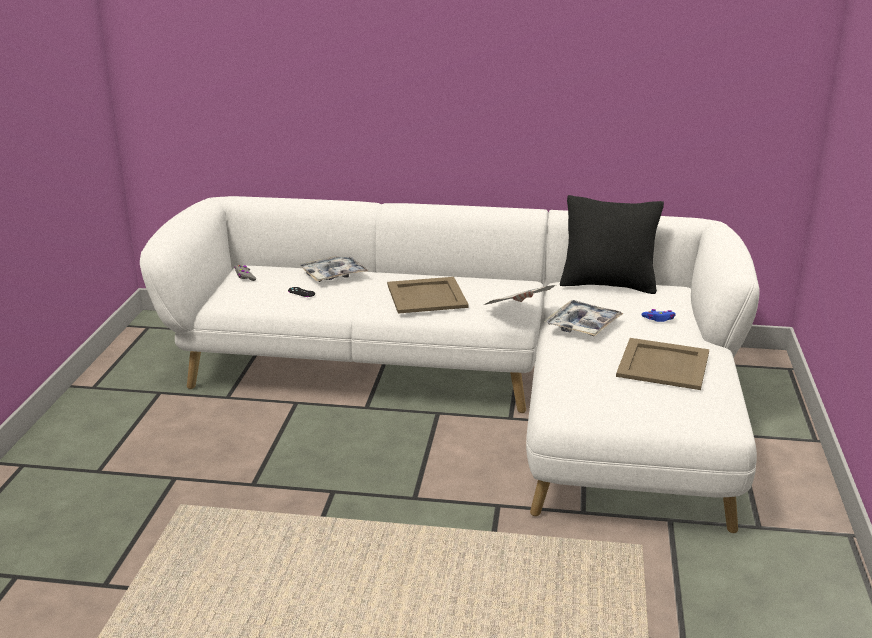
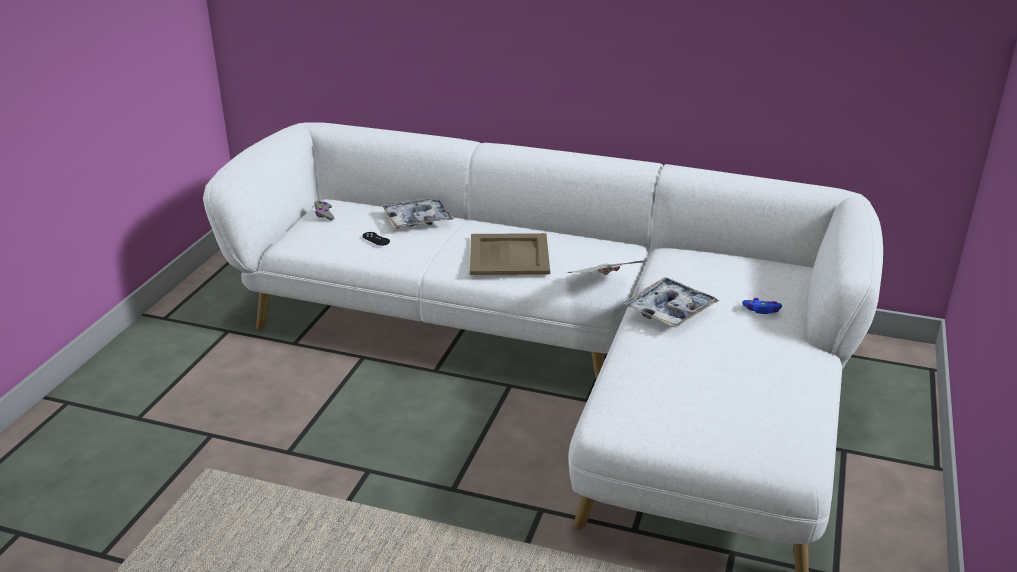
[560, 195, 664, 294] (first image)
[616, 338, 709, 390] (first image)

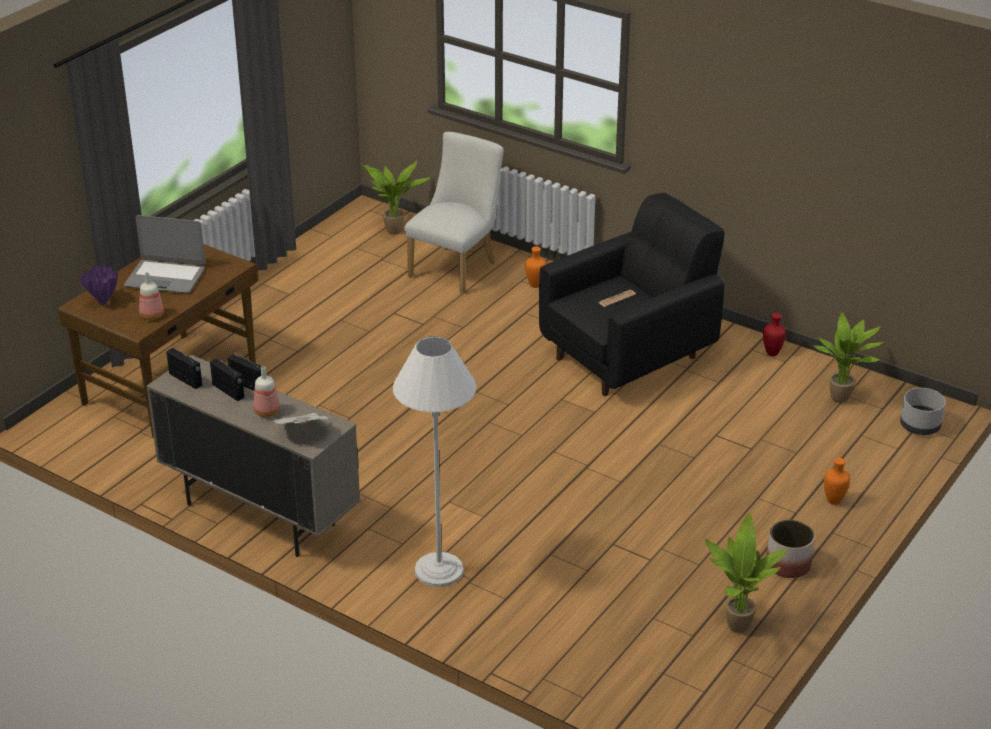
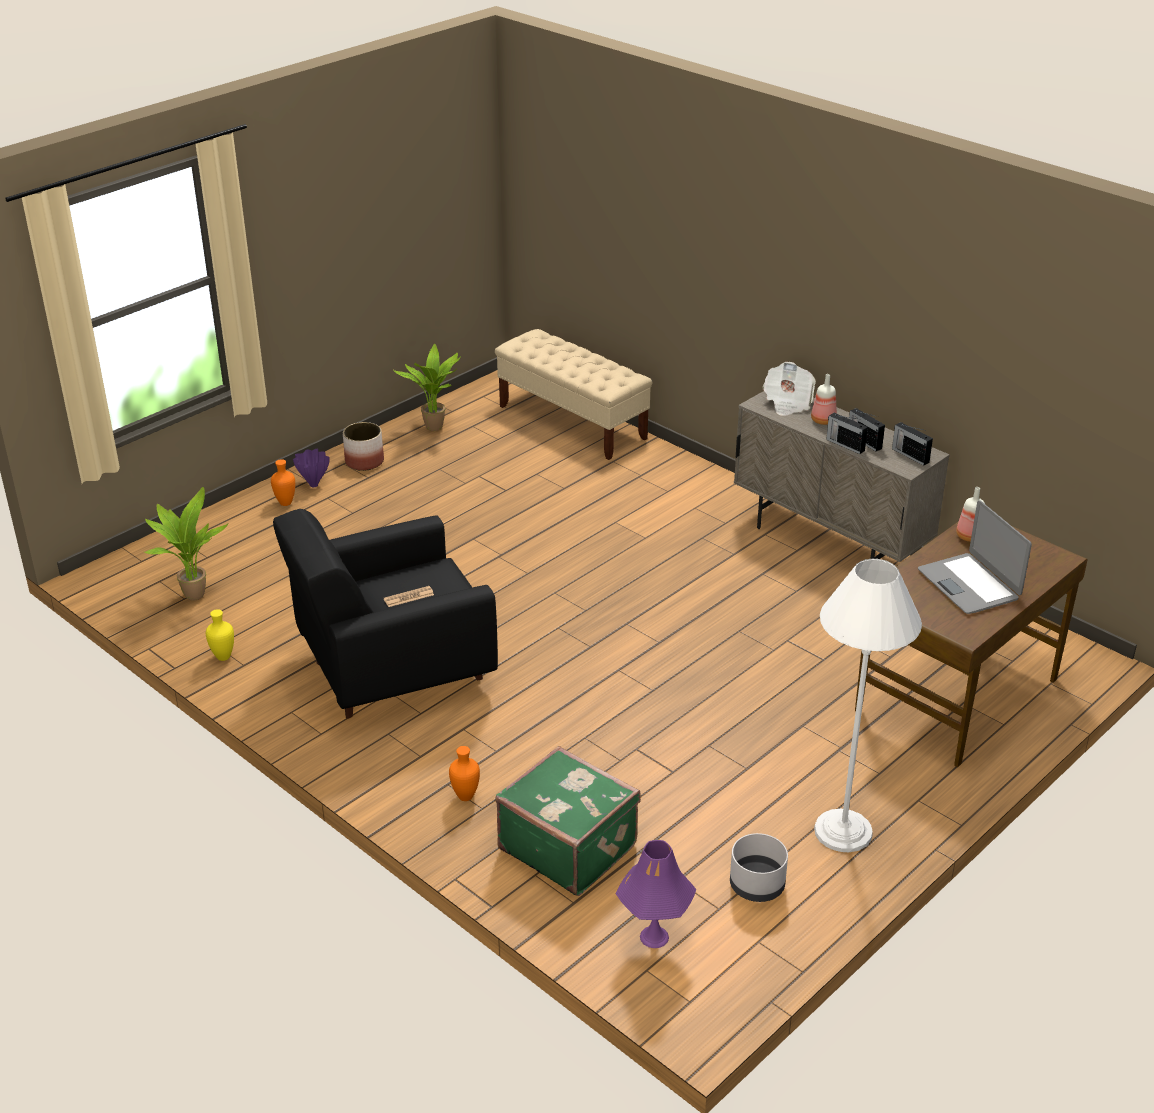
[495, 746, 641, 896]
[616, 840, 696, 948]
[918, 501, 1032, 614]
[293, 449, 330, 487]
[206, 609, 234, 661]
[814, 559, 922, 852]
[730, 833, 788, 902]
[495, 329, 653, 460]

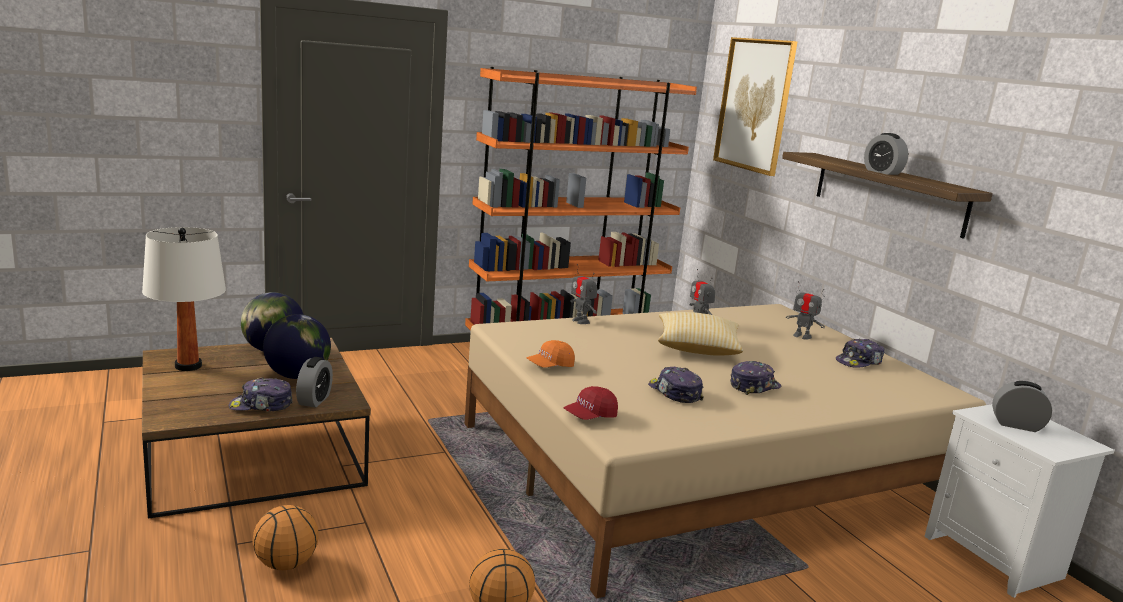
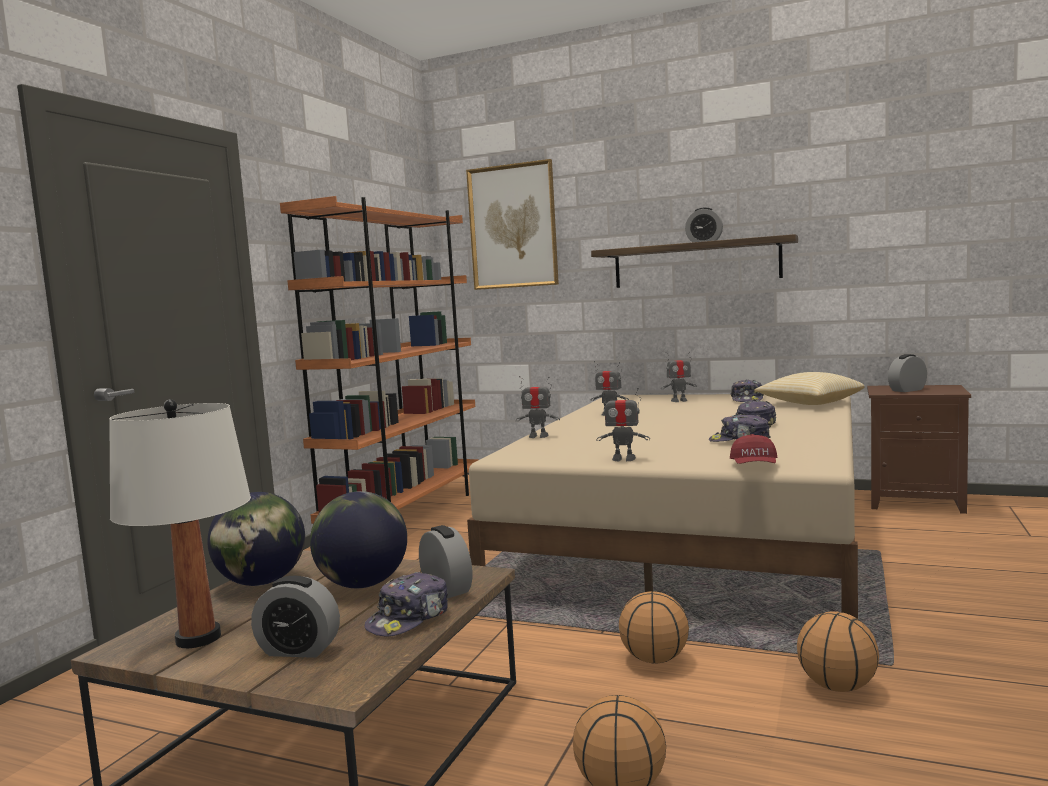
[754, 372, 864, 405]
[596, 387, 650, 461]
[867, 385, 971, 514]
[251, 576, 340, 658]
[619, 591, 689, 664]

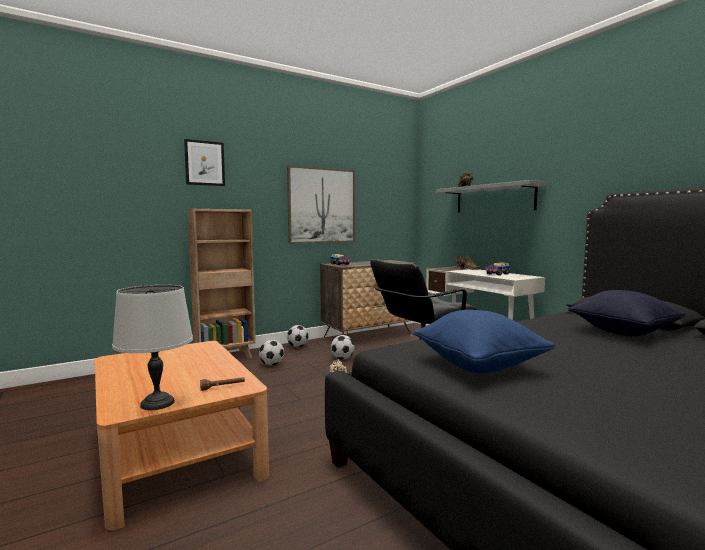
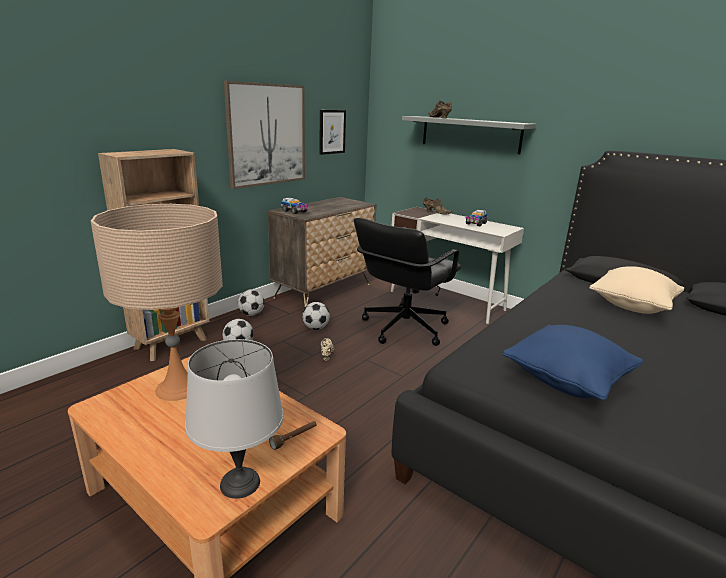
[319, 110, 346, 155]
[589, 266, 684, 314]
[91, 204, 223, 401]

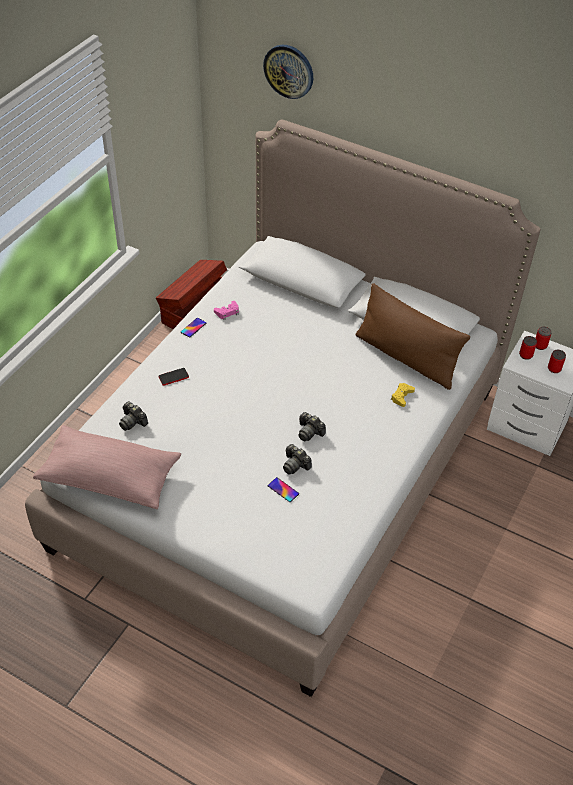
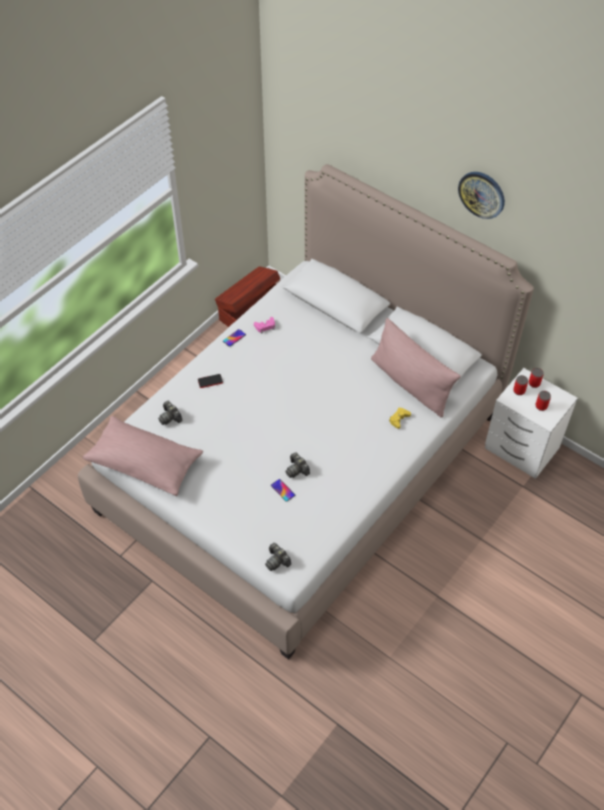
[458, 172, 505, 219]
[371, 318, 461, 417]
[265, 543, 291, 571]

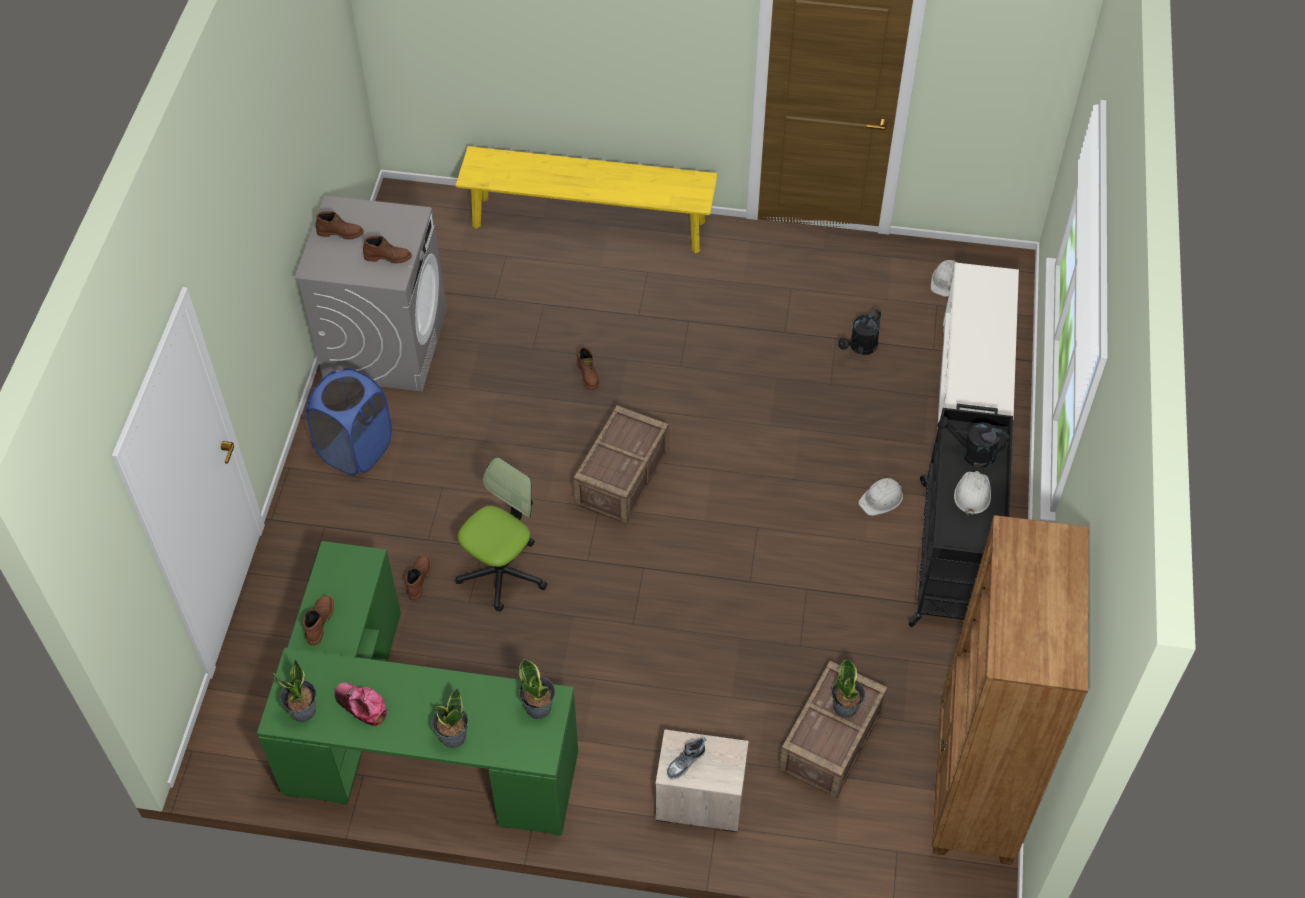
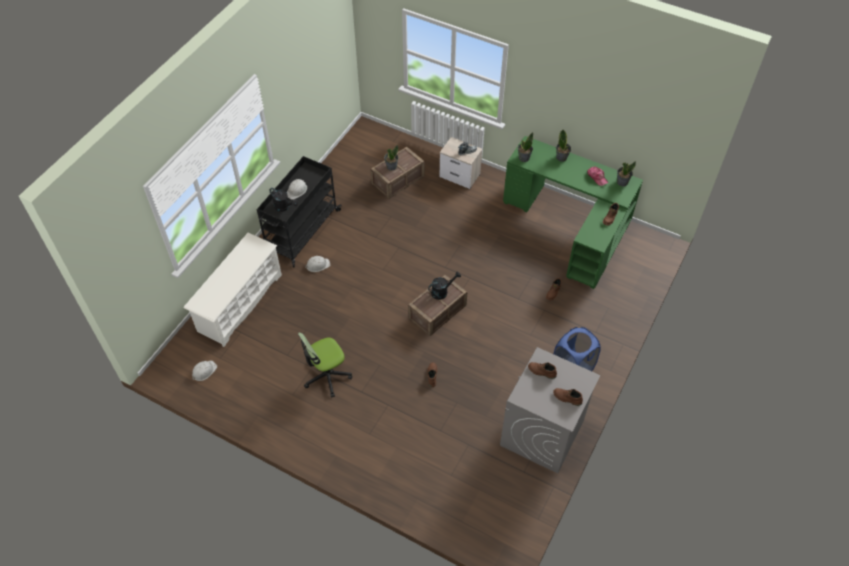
[456, 146, 718, 253] (first image)
[428, 271, 461, 300]
[298, 333, 352, 398]
[932, 515, 1089, 865] (first image)

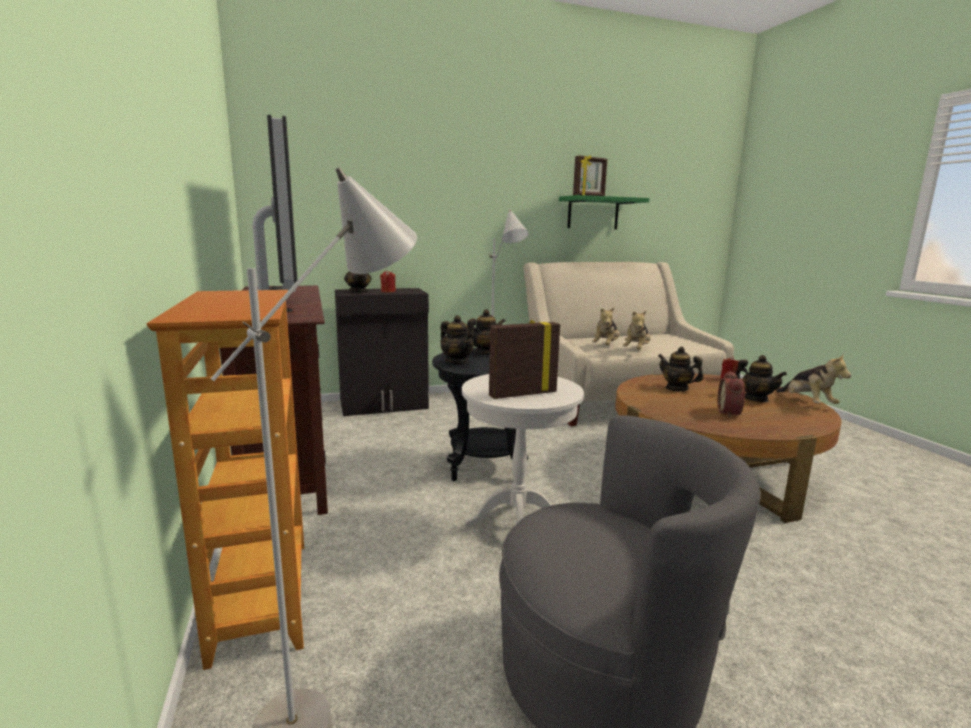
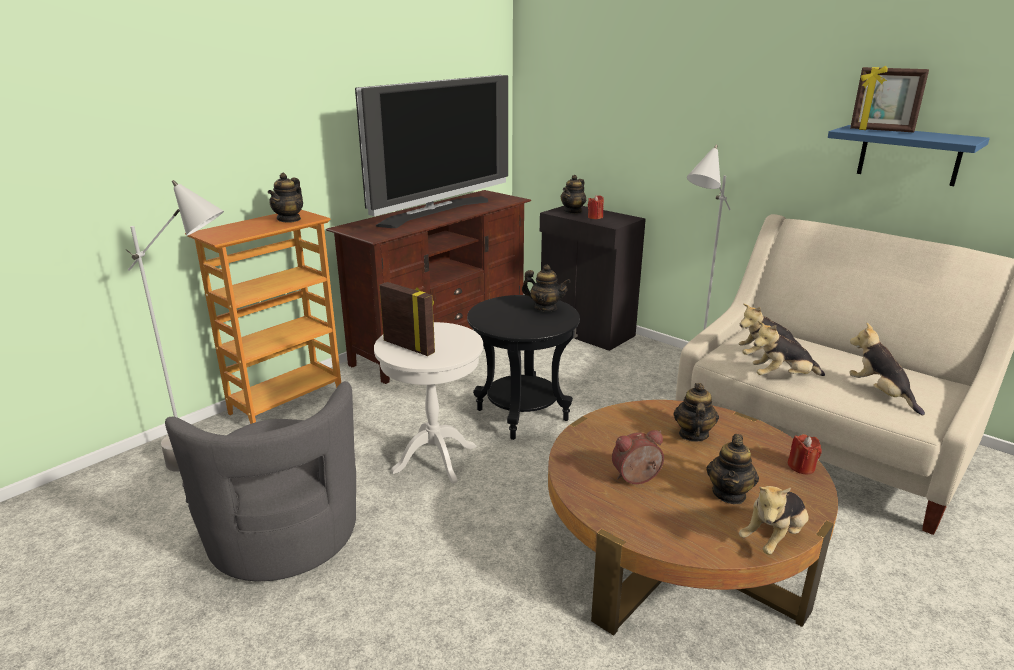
[828, 125, 990, 186]
[268, 173, 303, 222]
[849, 323, 925, 415]

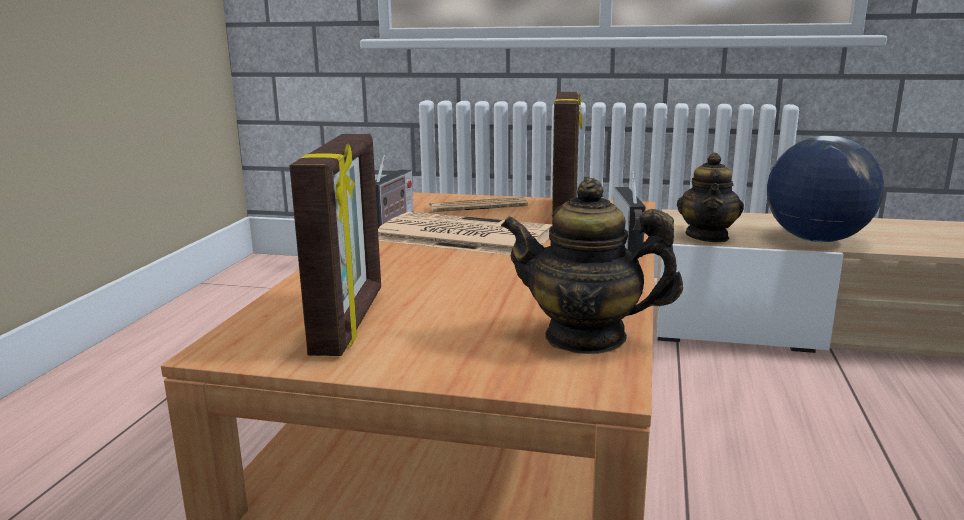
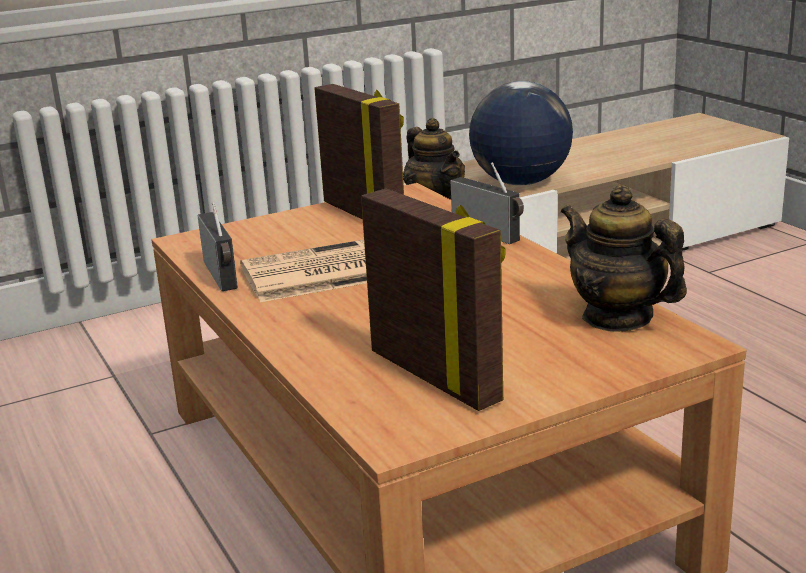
[561, 184, 687, 332]
[429, 197, 528, 212] (first image)

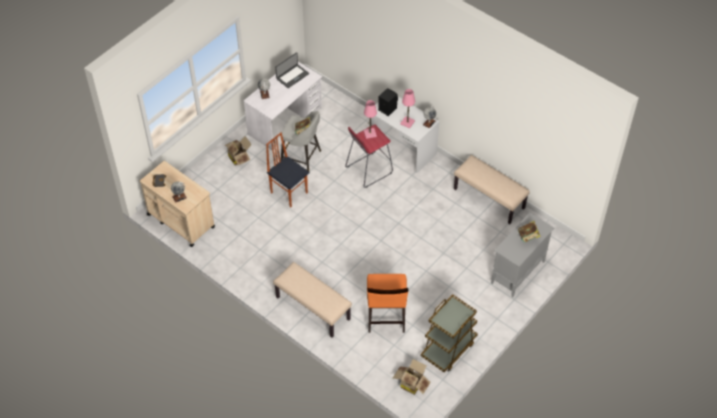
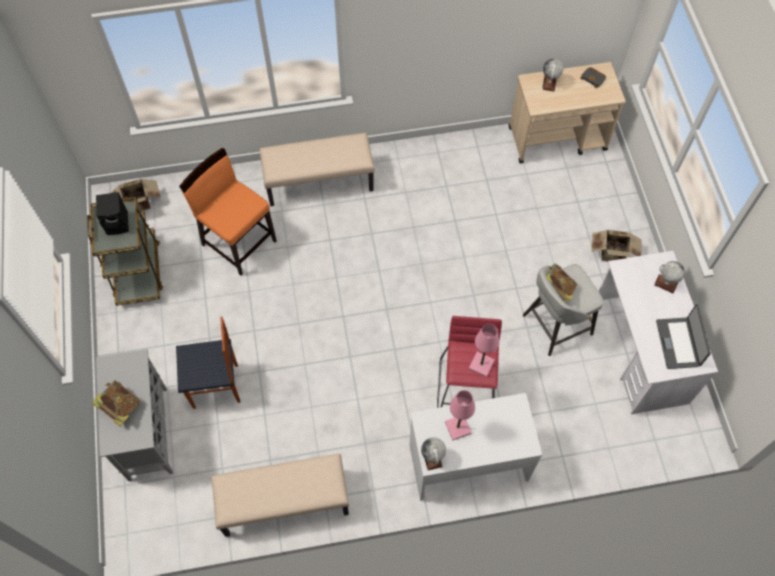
[96, 192, 129, 235]
[176, 317, 241, 409]

